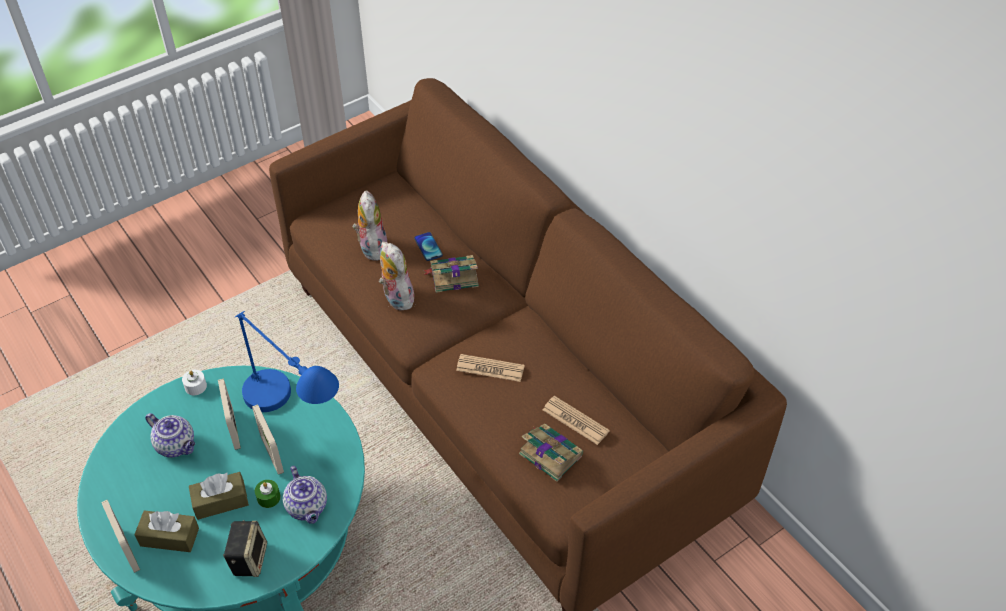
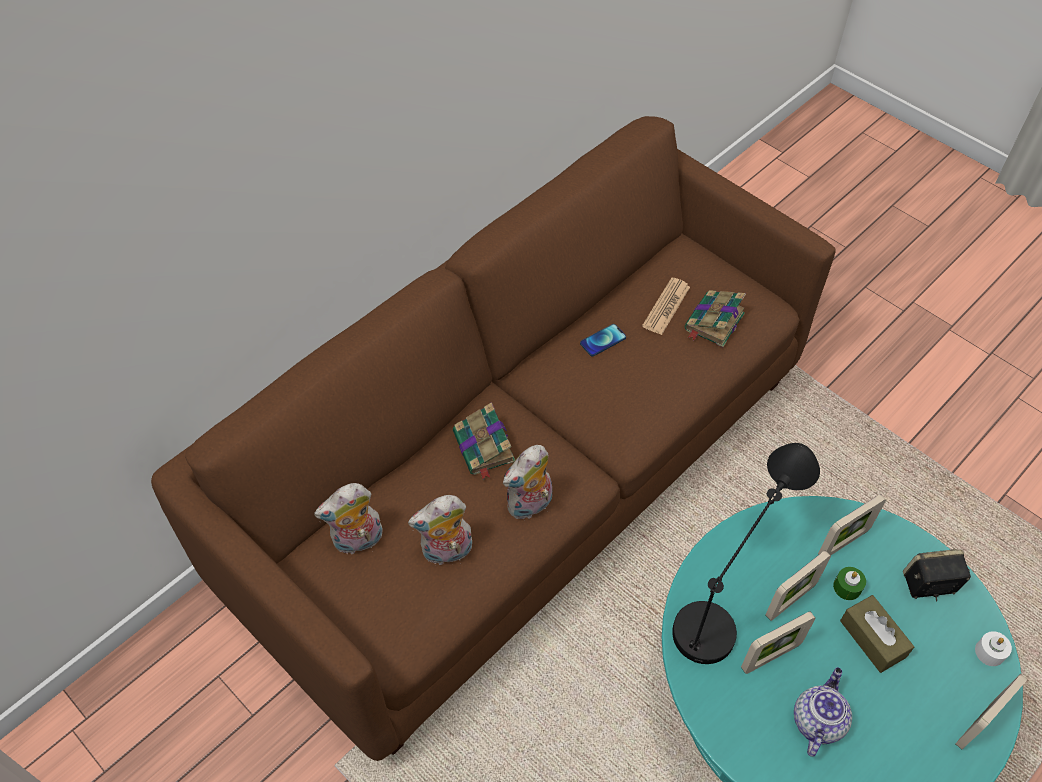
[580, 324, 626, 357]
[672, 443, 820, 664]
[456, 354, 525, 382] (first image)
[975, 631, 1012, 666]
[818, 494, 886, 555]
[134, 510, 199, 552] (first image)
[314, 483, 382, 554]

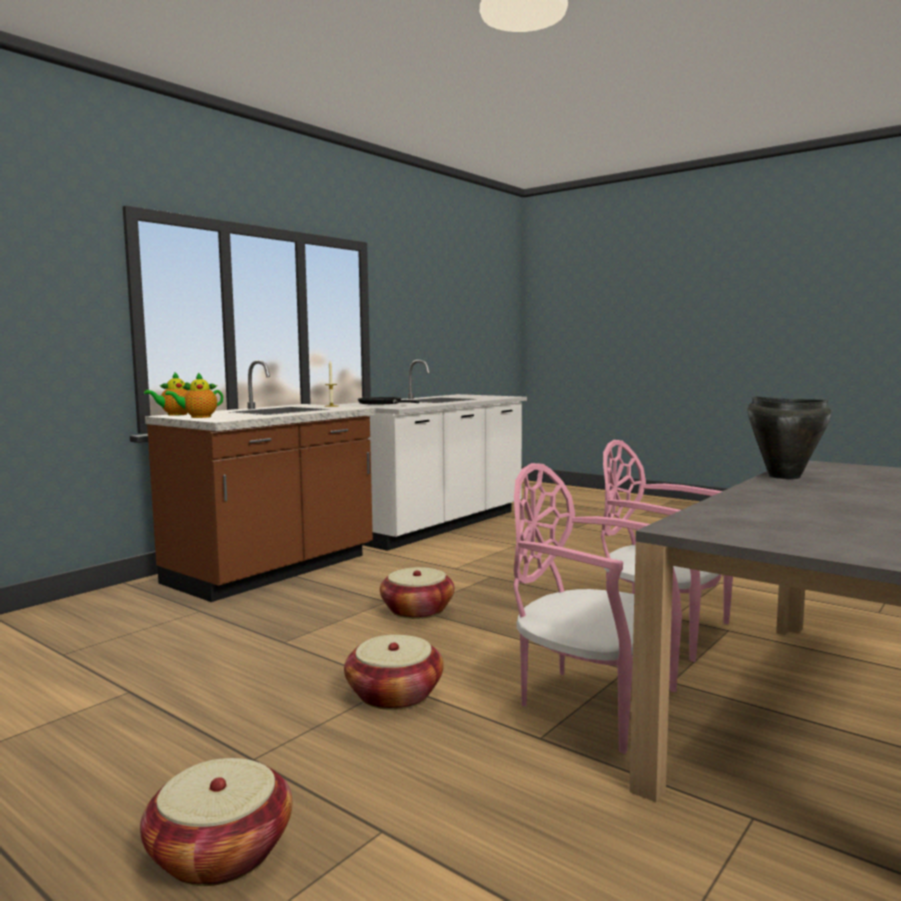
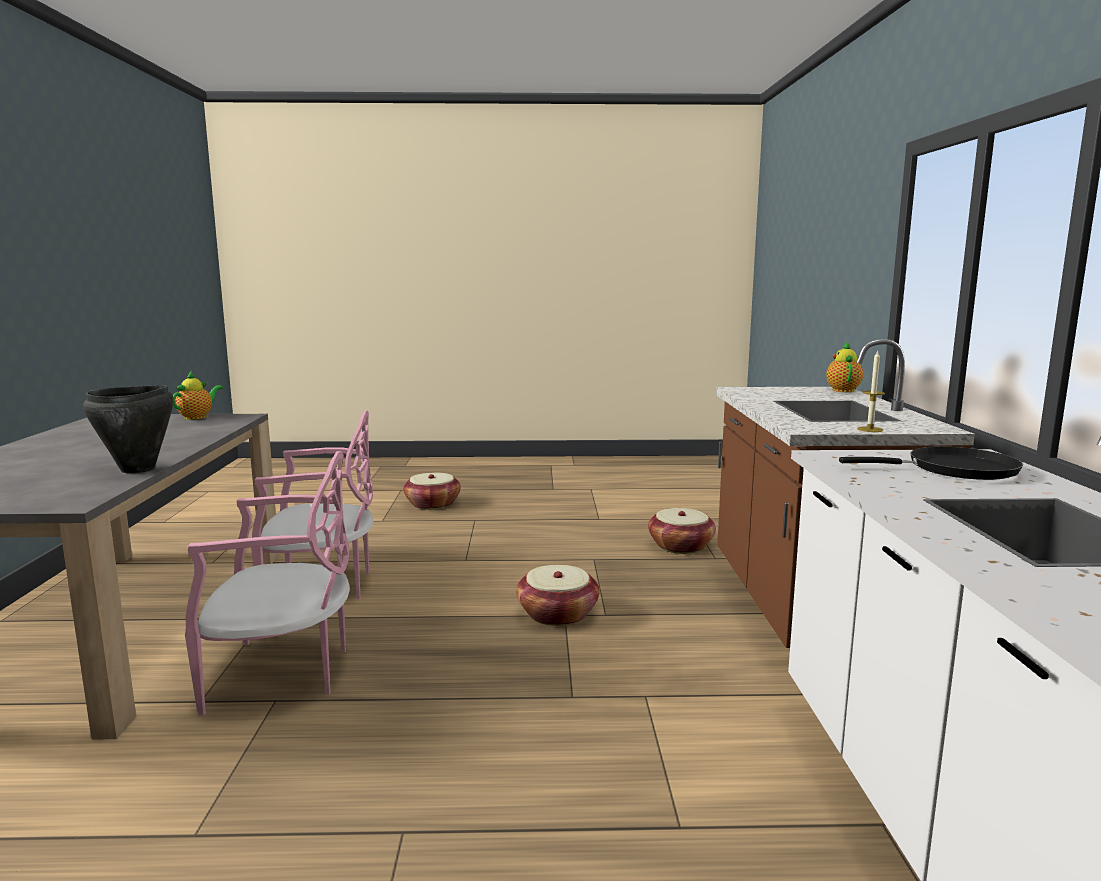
[173, 371, 223, 420]
[648, 508, 716, 554]

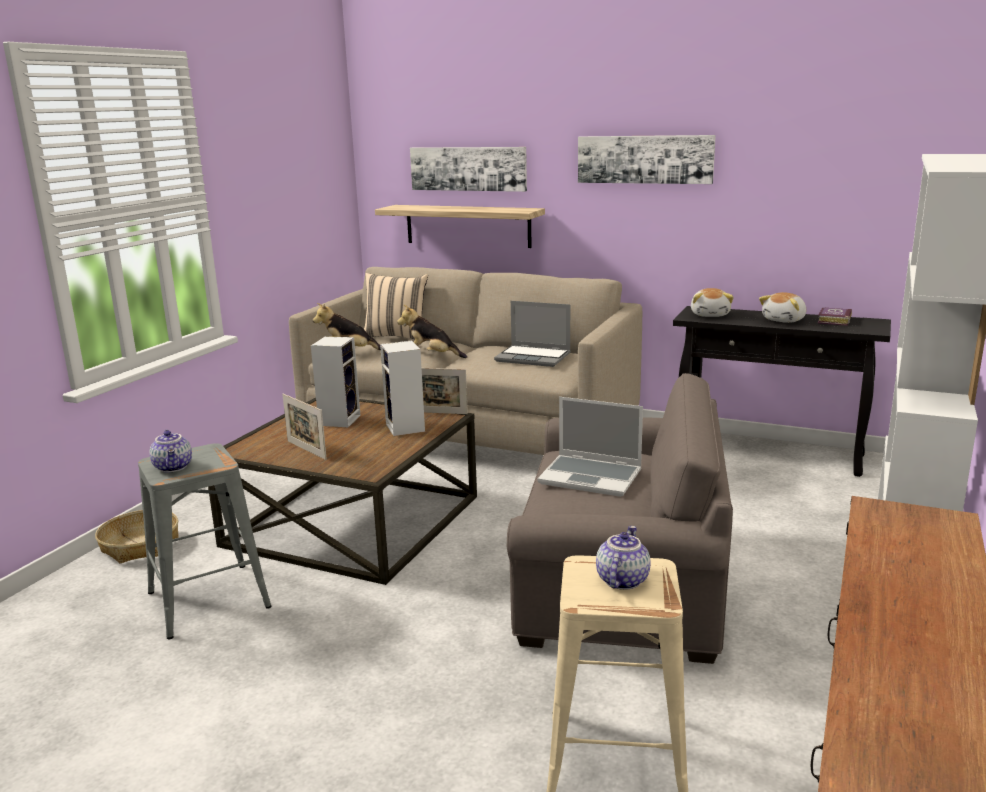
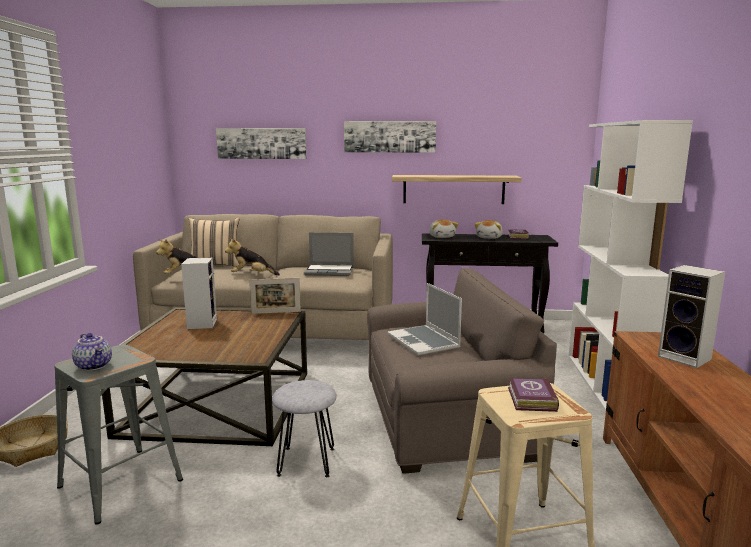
[392, 175, 522, 204]
[658, 265, 725, 368]
[282, 394, 327, 460] (first image)
[387, 283, 462, 356]
[508, 378, 559, 412]
[272, 380, 337, 477]

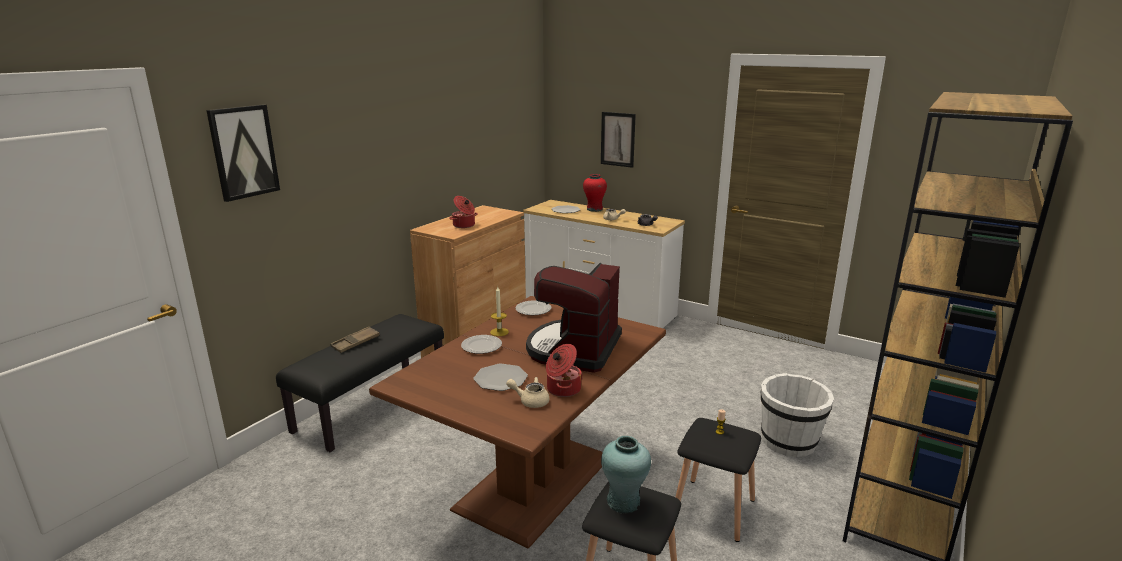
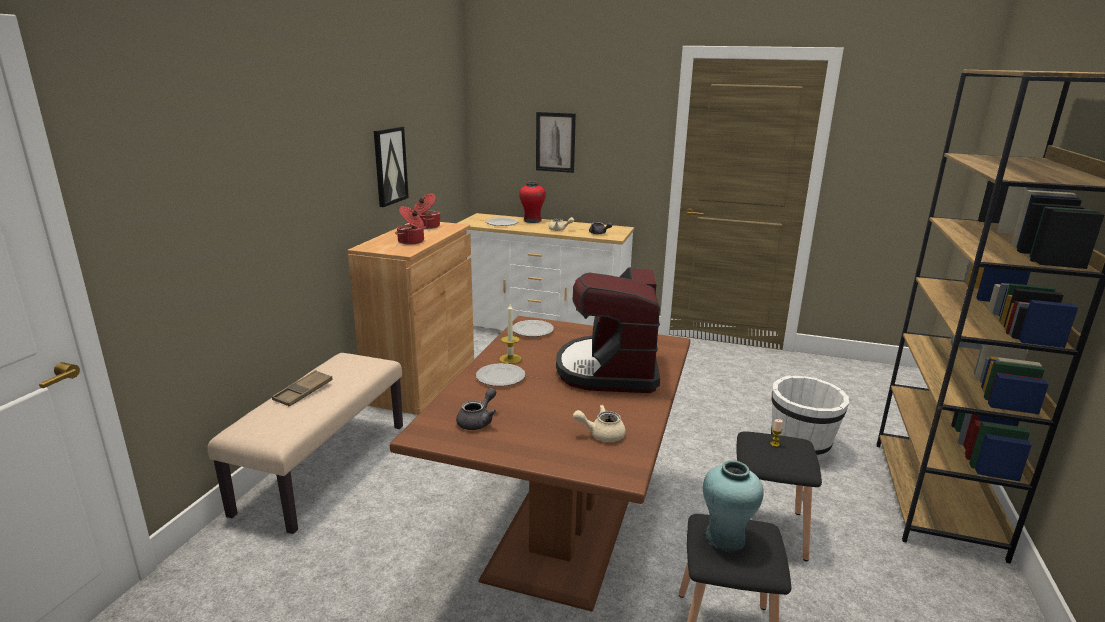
[374, 126, 409, 207]
[207, 353, 403, 534]
[414, 193, 441, 229]
[473, 364, 528, 391] (first image)
[456, 388, 496, 430]

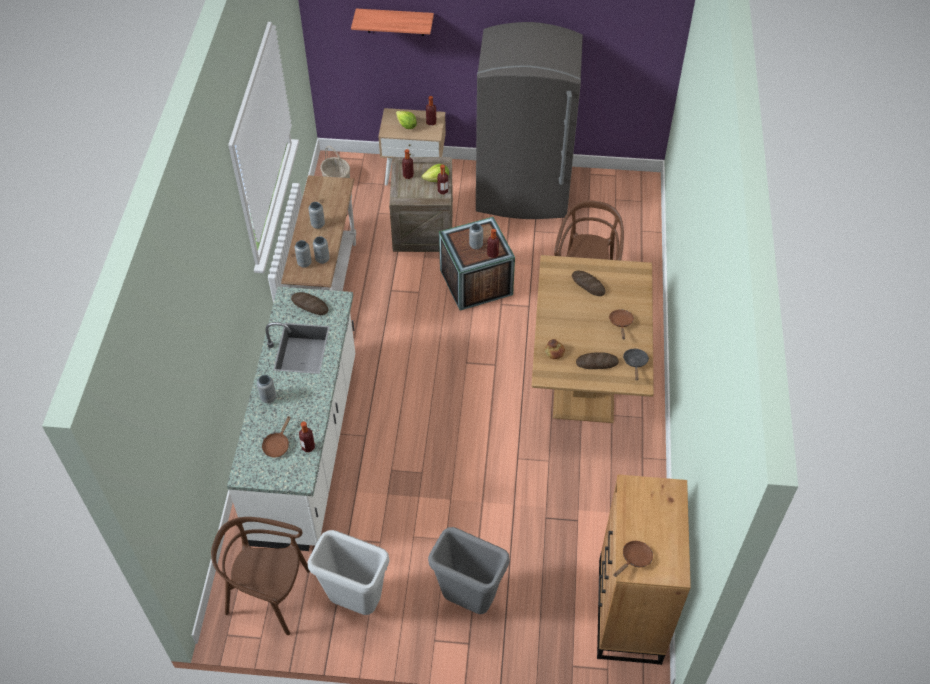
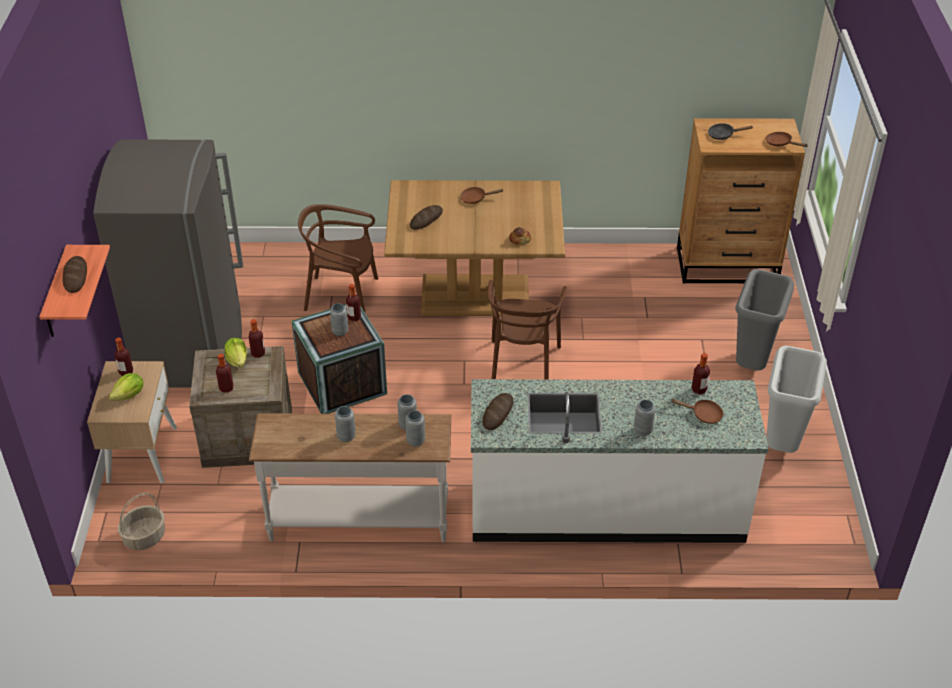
[708, 123, 754, 140]
[62, 256, 87, 293]
[488, 280, 567, 380]

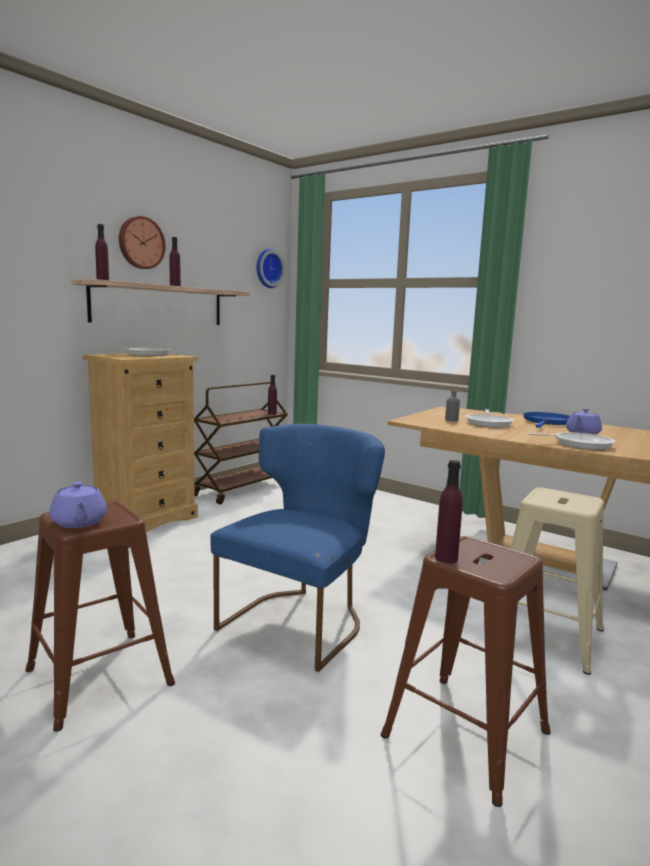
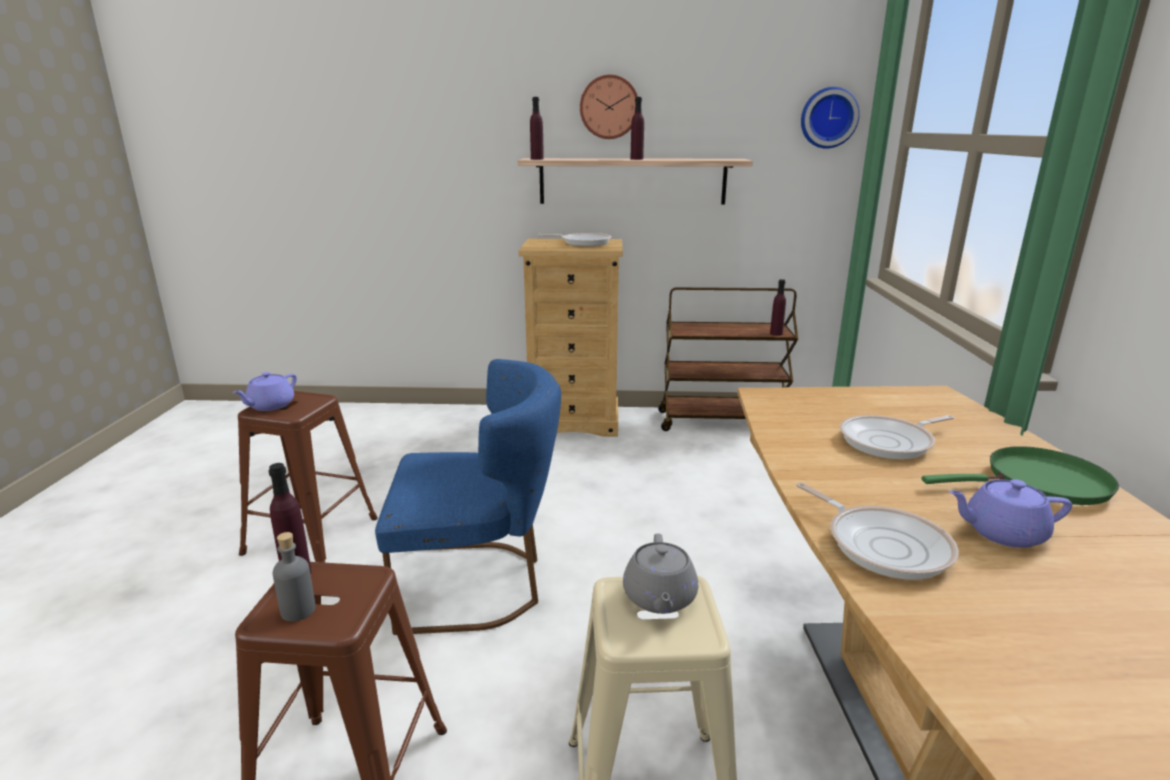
[273, 532, 316, 622]
[921, 446, 1119, 505]
[623, 533, 698, 614]

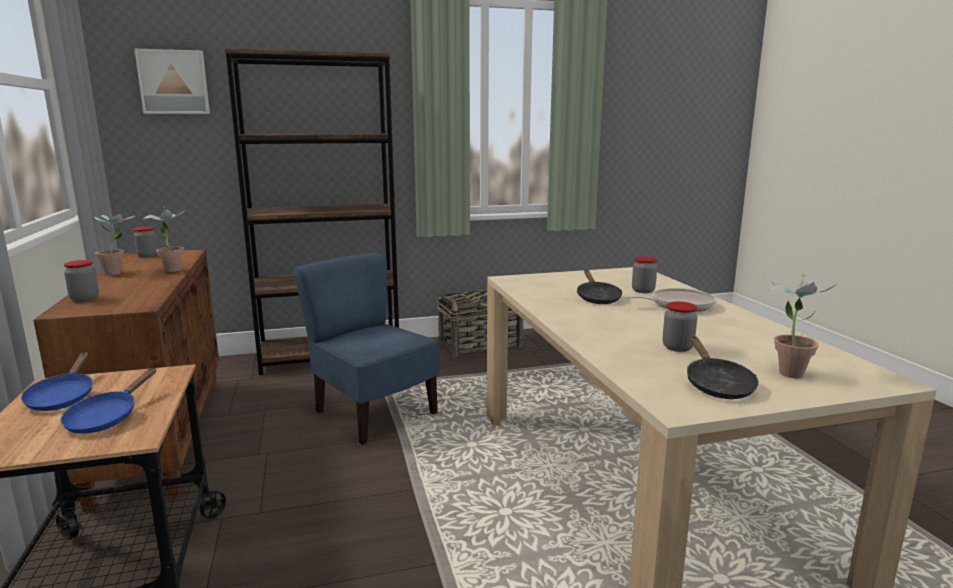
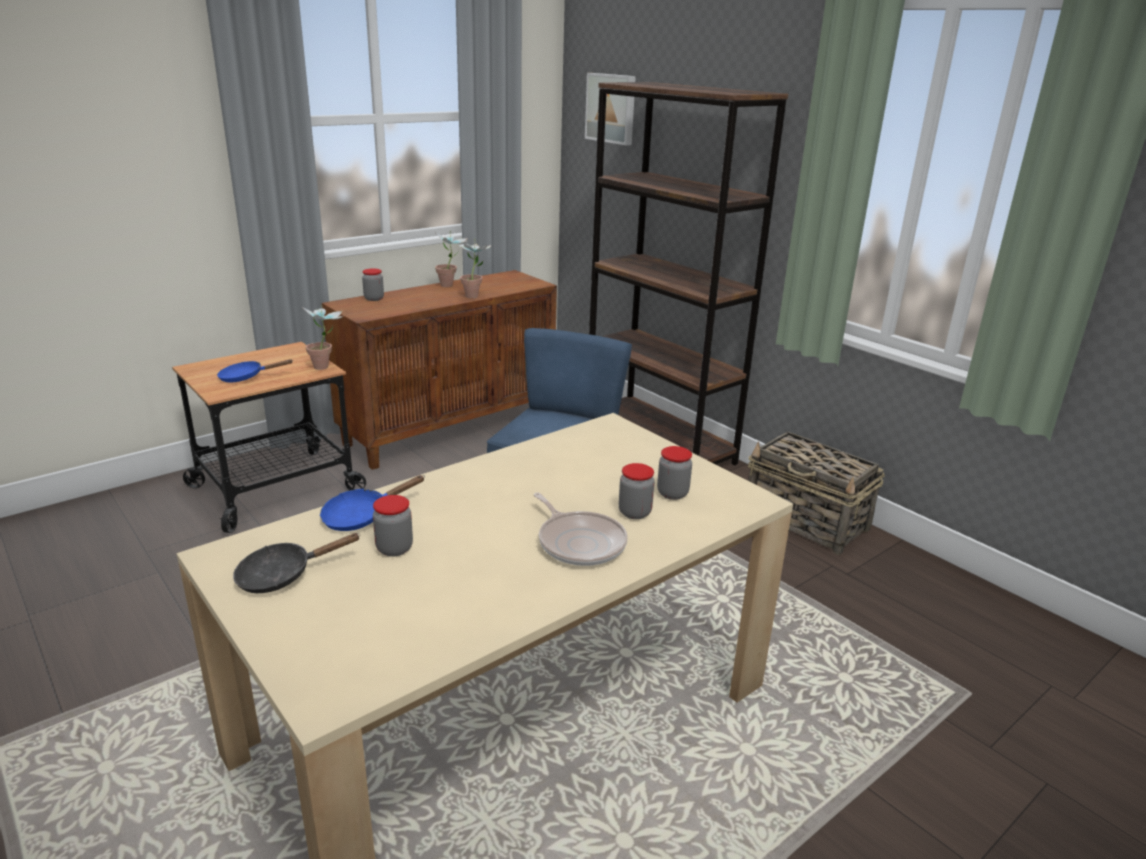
[657, 446, 692, 500]
[577, 270, 622, 304] (first image)
[301, 306, 343, 370]
[320, 475, 425, 531]

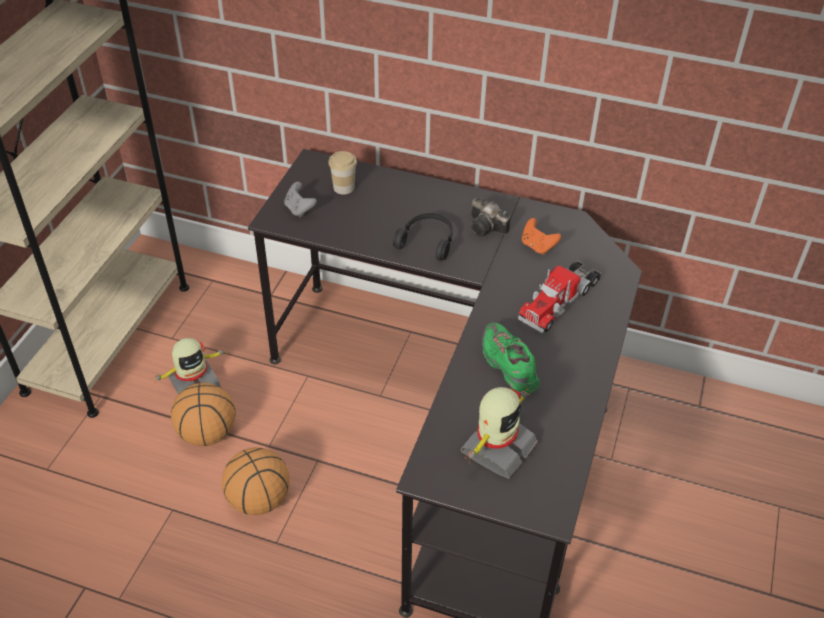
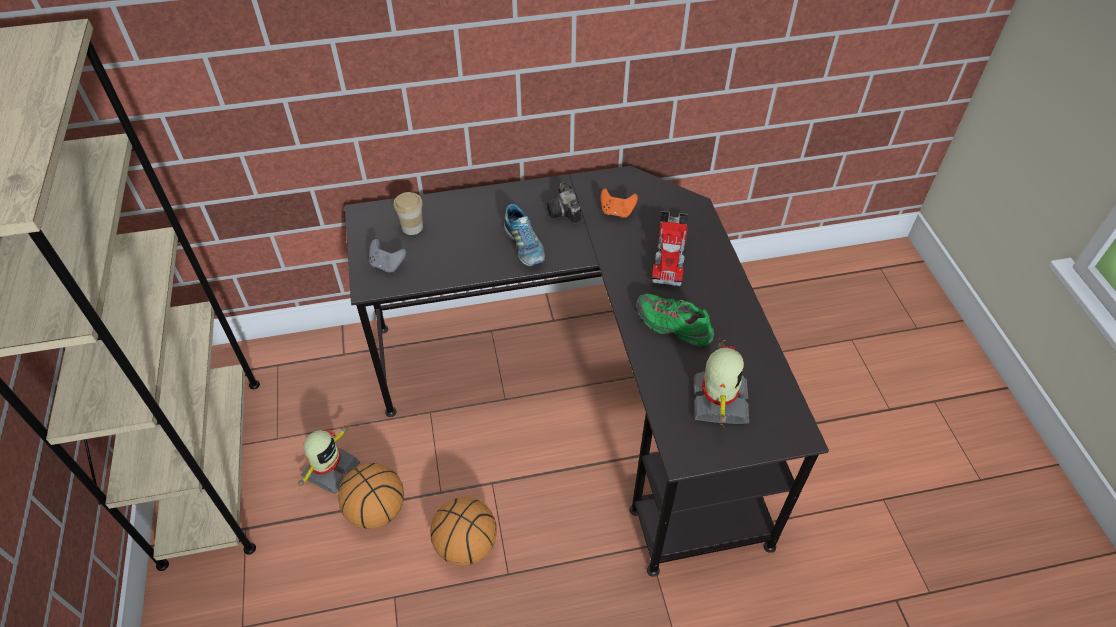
[547, 182, 581, 224]
[504, 204, 545, 266]

